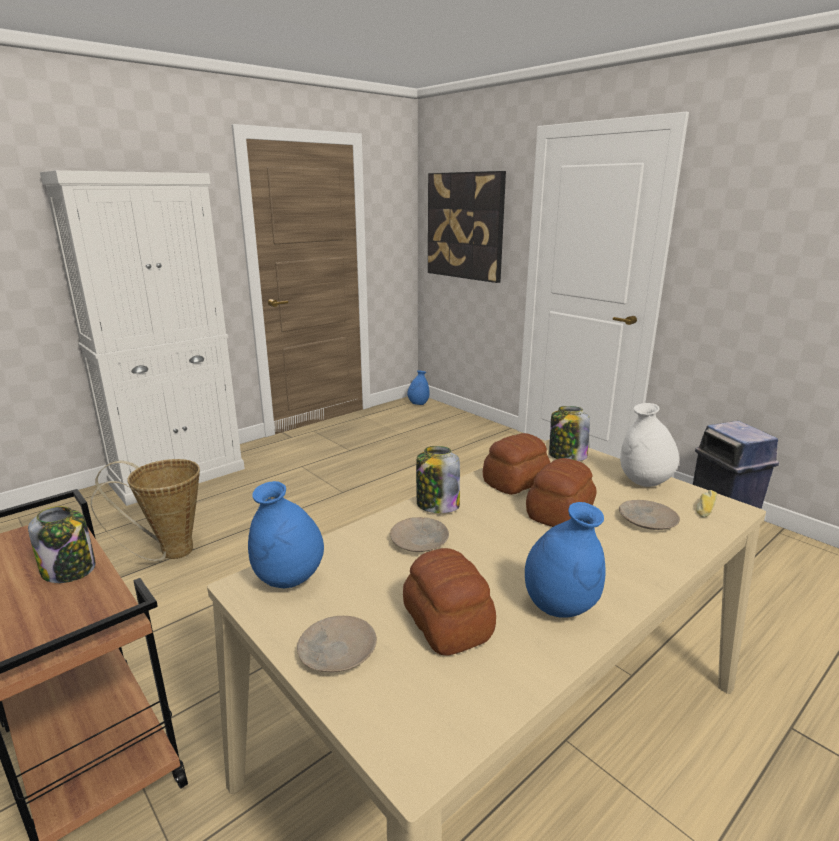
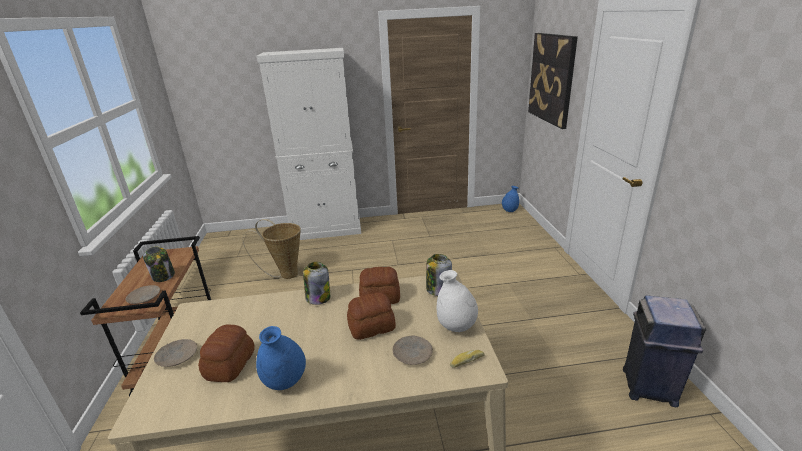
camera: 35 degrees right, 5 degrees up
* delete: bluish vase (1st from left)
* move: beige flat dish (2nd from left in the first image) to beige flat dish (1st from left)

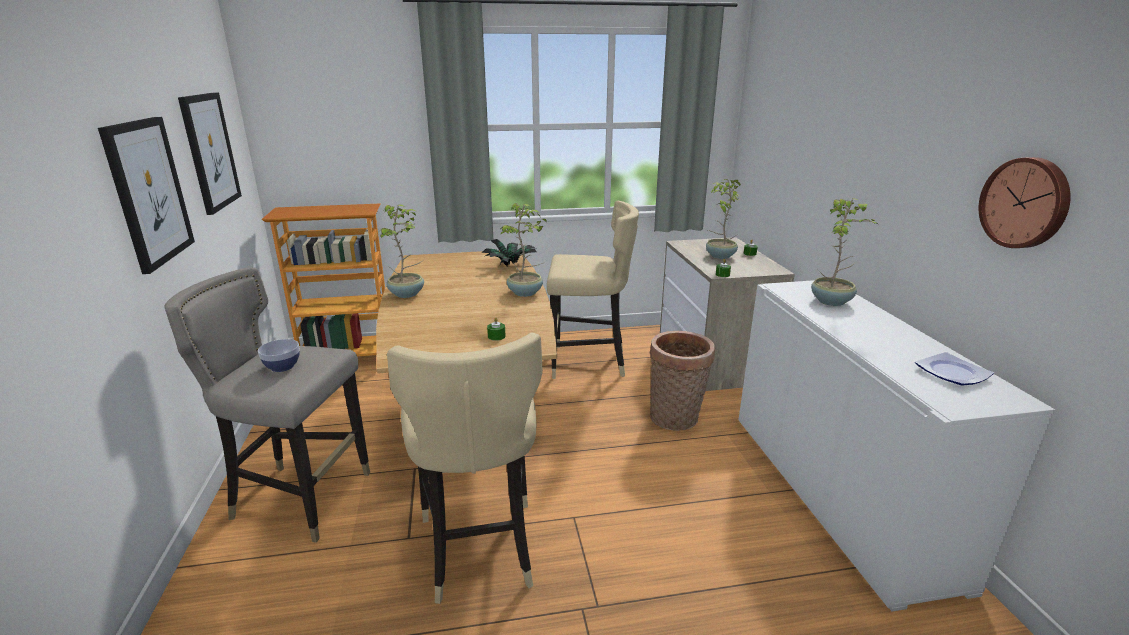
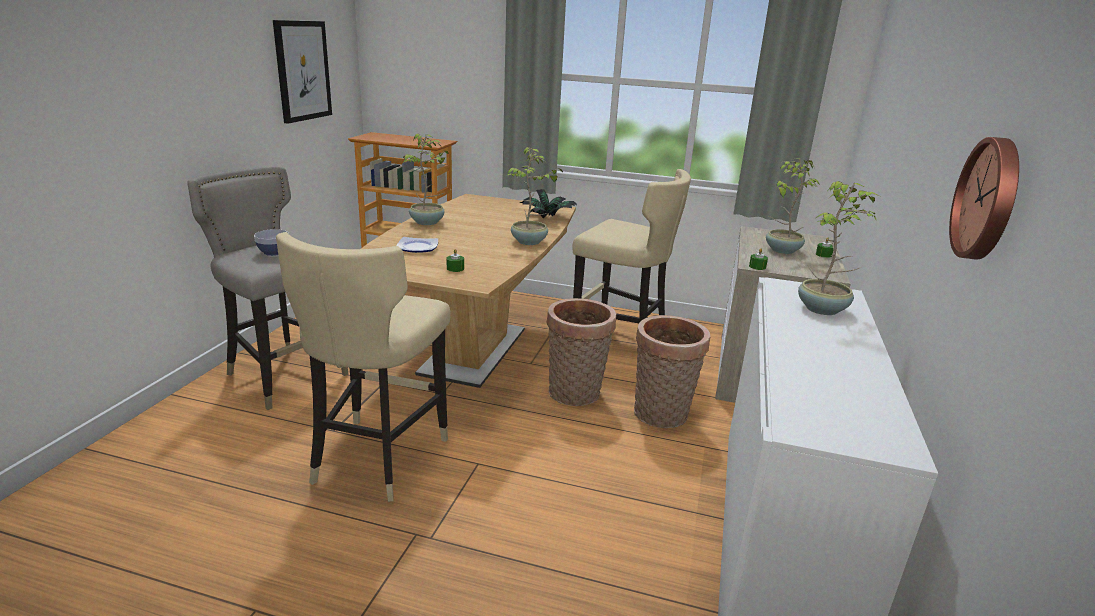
camera: 25 degrees right, 0 degrees up
* delete: wall picture (1st from left)
* move: flat dish
* insert: basket (1st from left)

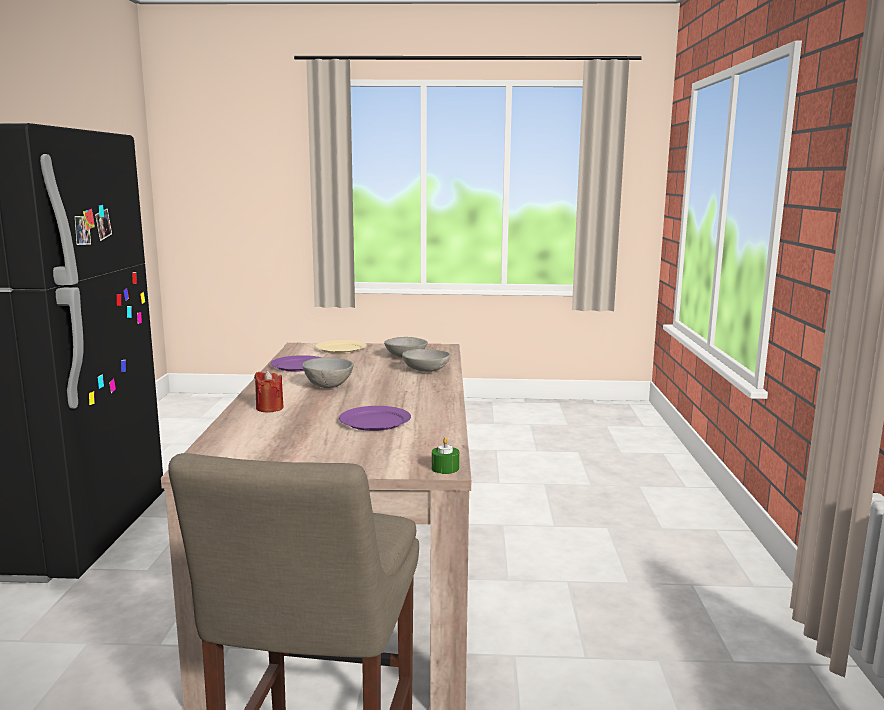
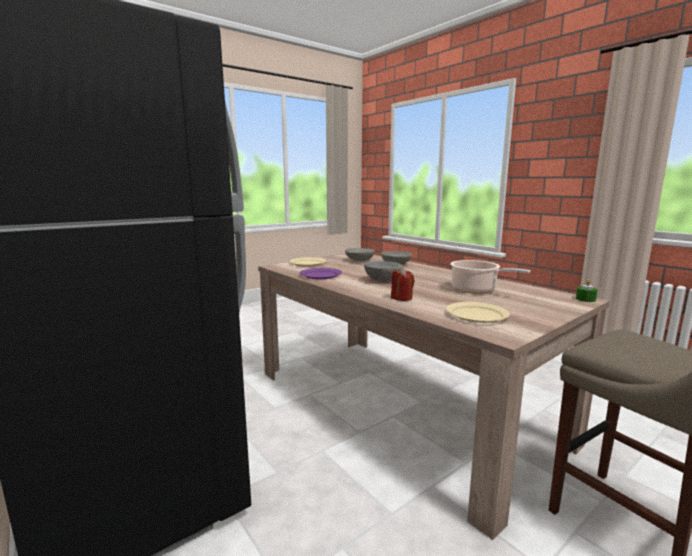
camera: 40 degrees left, 0 degrees up
* replace: purple flat dish (2nd from left) to cooking pot
* insert: beige flat dish (2nd from left)

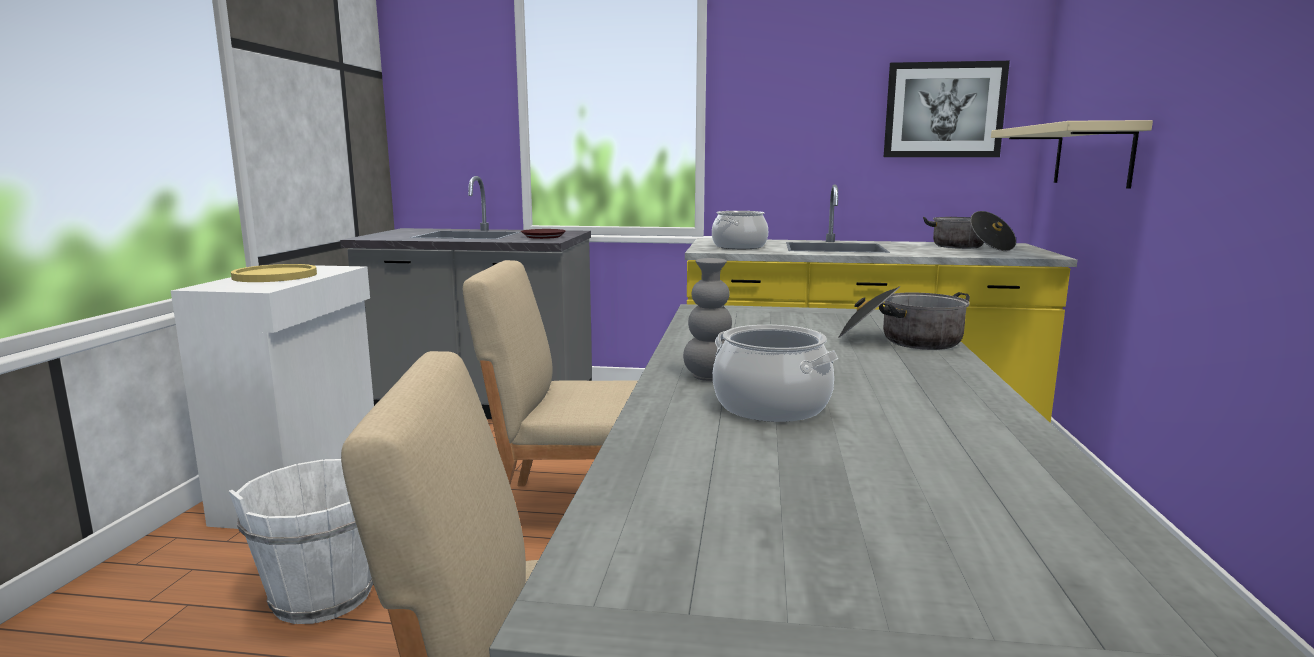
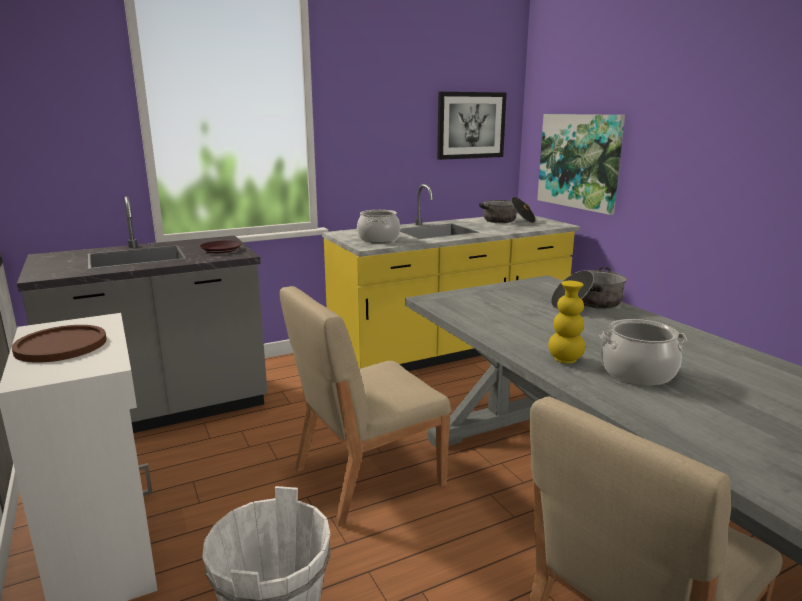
camera: 35 degrees left, 5 degrees up
* recolor: yellow-coloured flat dish to brown flat dish (1st from left)
* recolor: grey vase to yellow-coloured vase
* replace: beige wall shelf to wall picture (2nd from left)

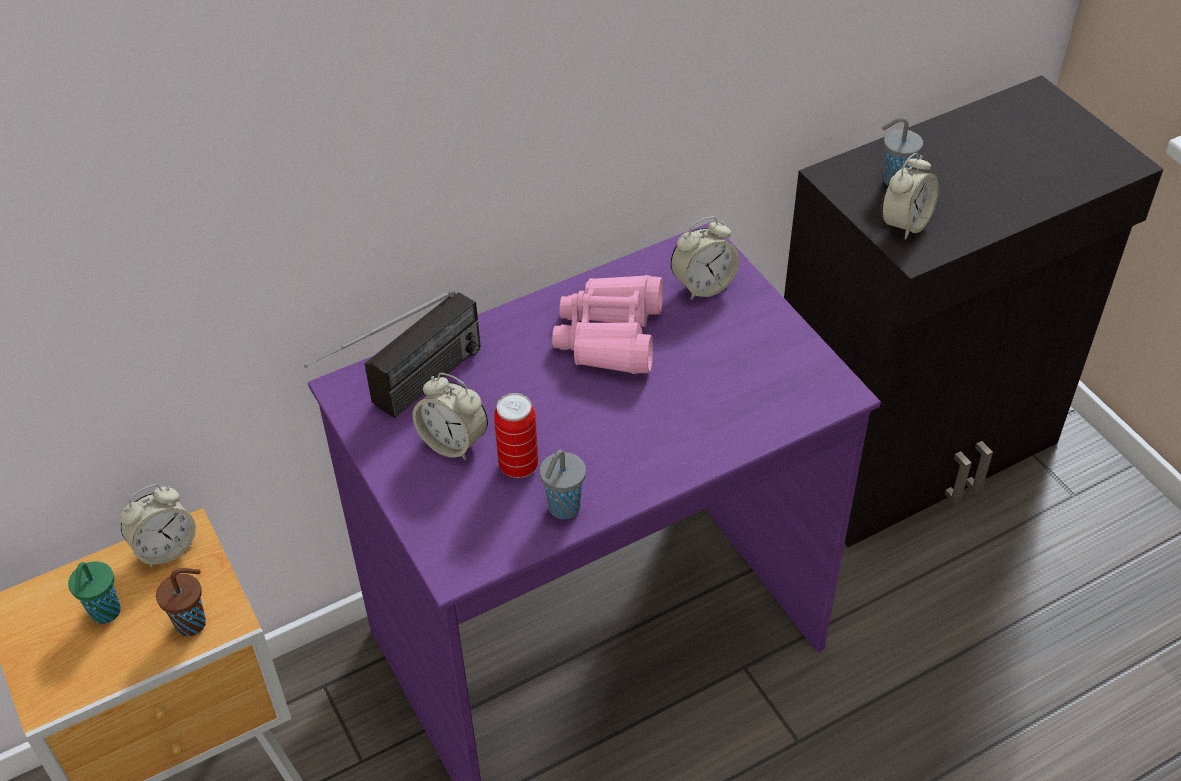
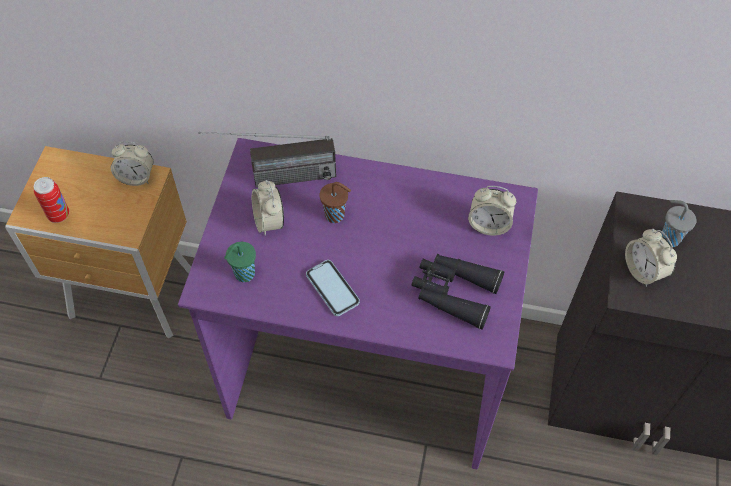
camera: 40 degrees right, 10 degrees up
* move: greenish cup
* move: brown cup
* move: metal can
* delete: grey cup (1st from left)
* delete: pink-coloured binoculars
* rotate: table clock (4th from left) 75 degrees clockwise
* insert: phone
* insert: blackish binoculars

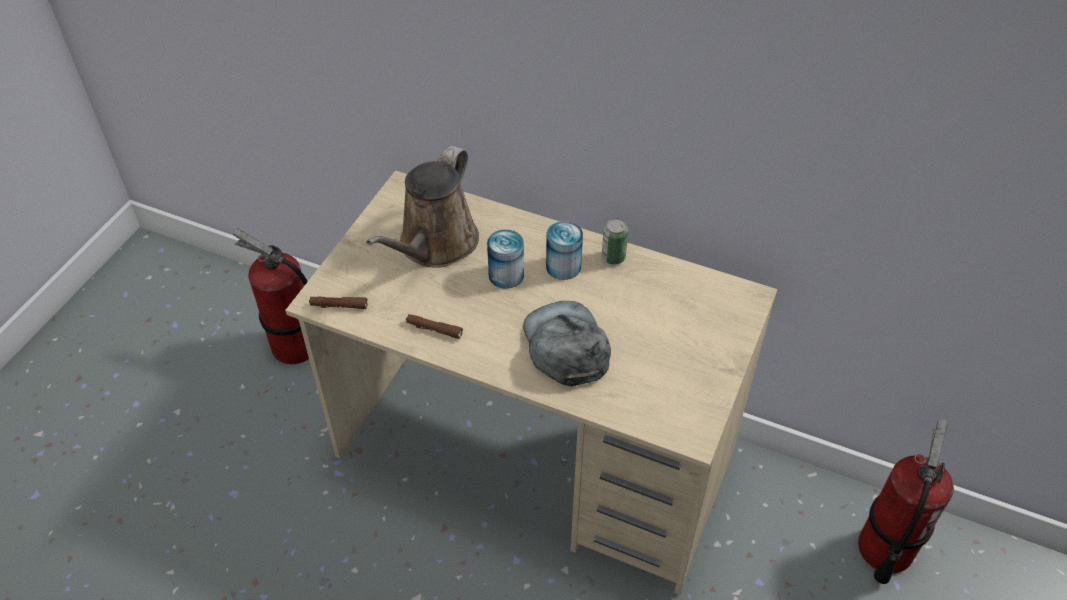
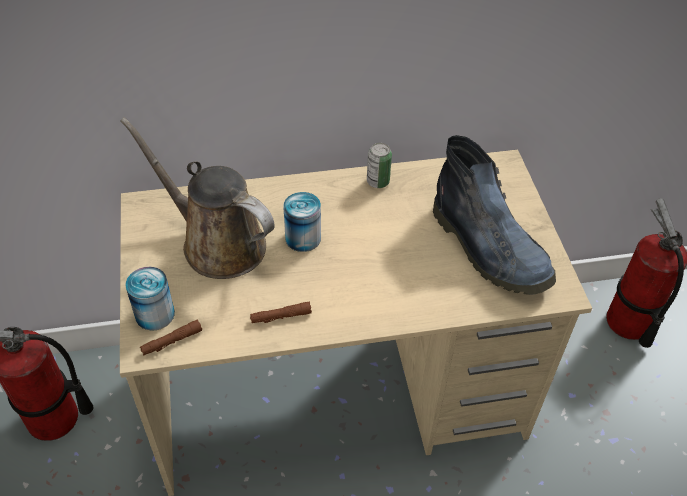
camera: 35 degrees left, 0 degrees up
* rotate: brown watering can 135 degrees clockwise
* delete: grey baseball cap
* move: metal can (2nd from left in the first image) to metal can (1st from left)
* insert: boot

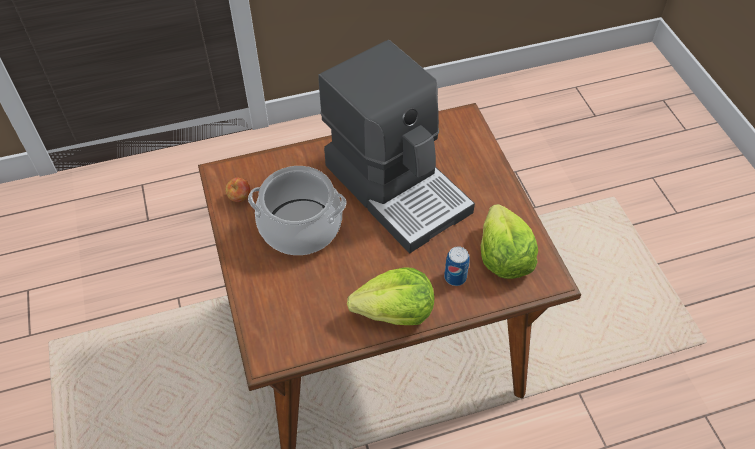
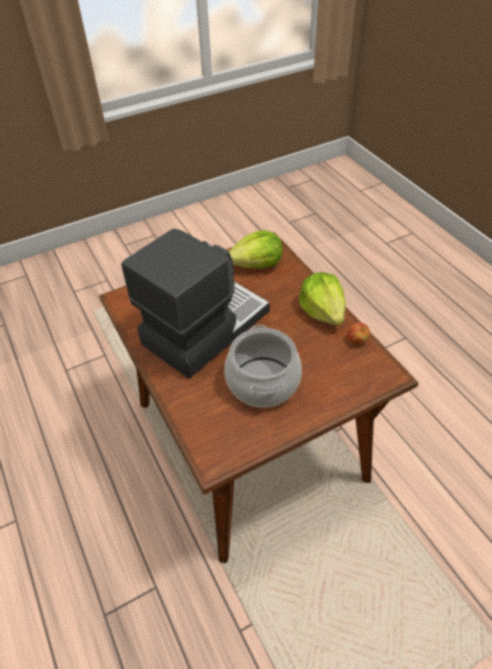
camera: 100 degrees left, 5 degrees down
* move: apple
* delete: metal can

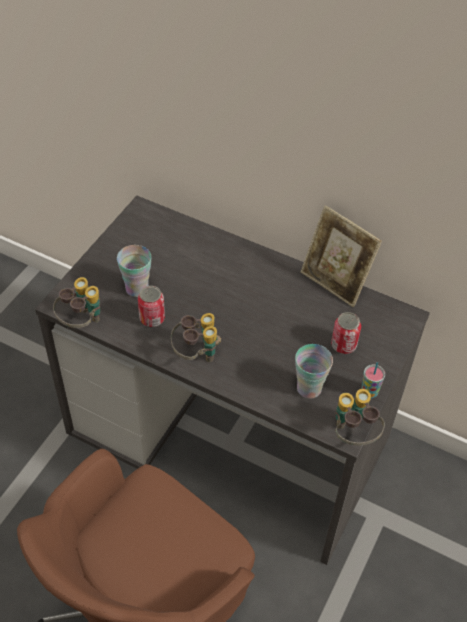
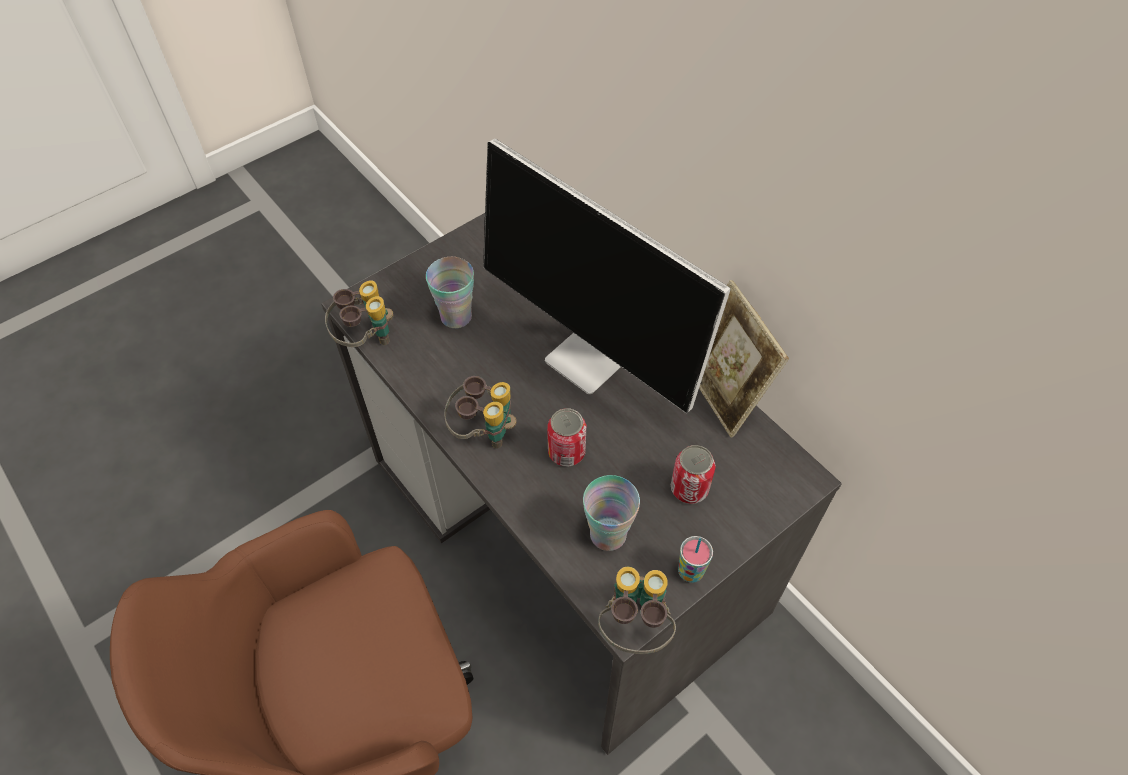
camera: 25 degrees right, 5 degrees up
* move: metal can (1st from left)
* insert: monitor

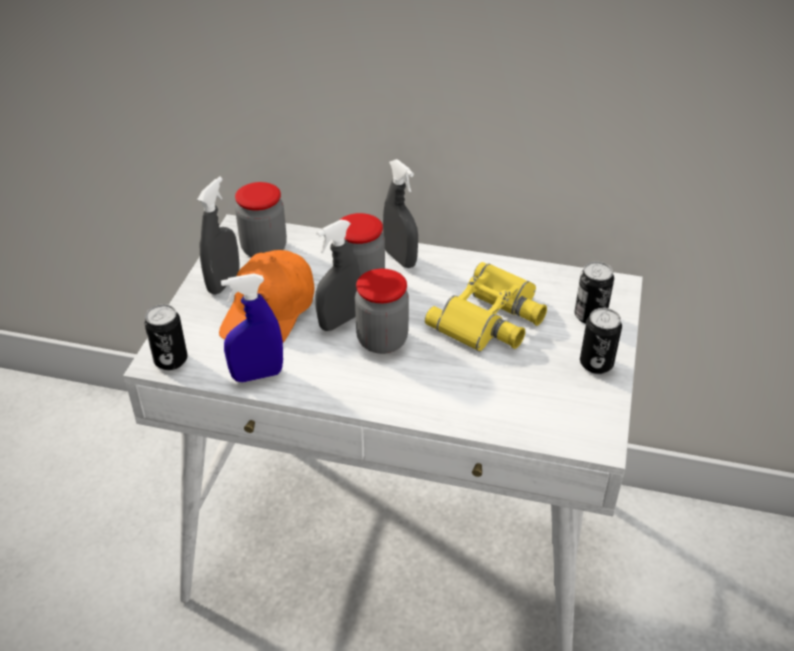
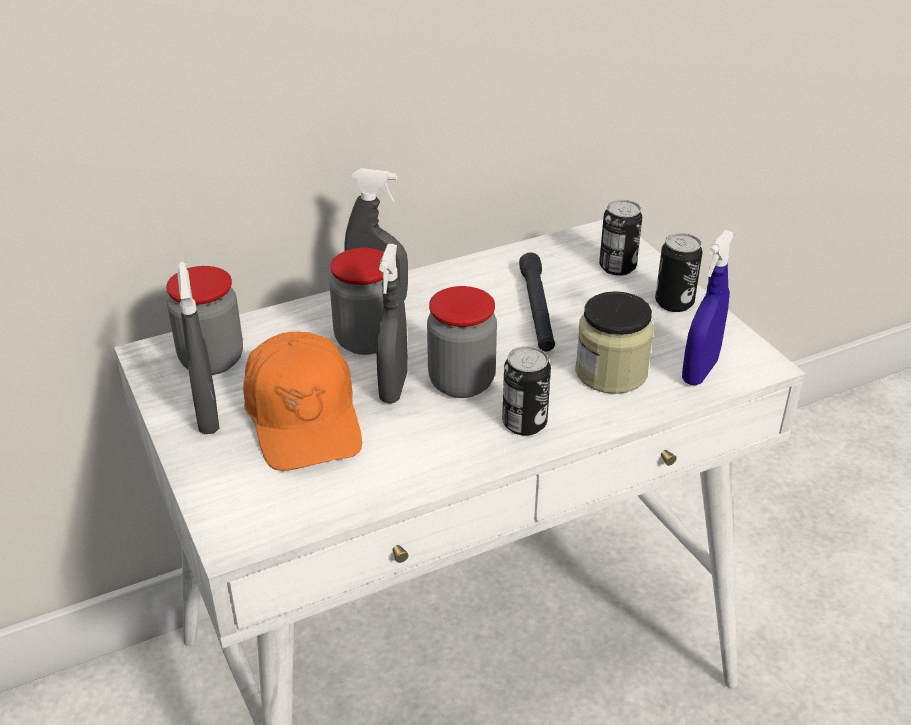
camera: 40 degrees left, 5 degrees down
* move: metal can (1st from left)
* move: bluish spray bottle
* replace: yellow-coloured binoculars to blackish flashlight
* insert: storage jar (4th from left)

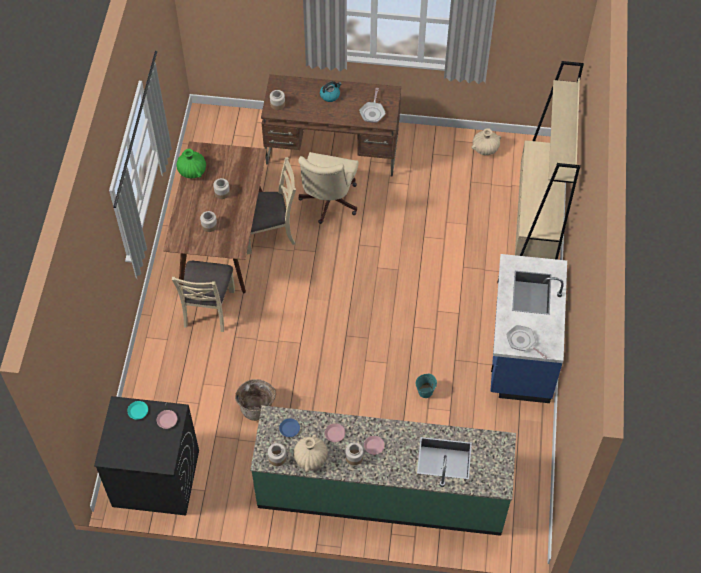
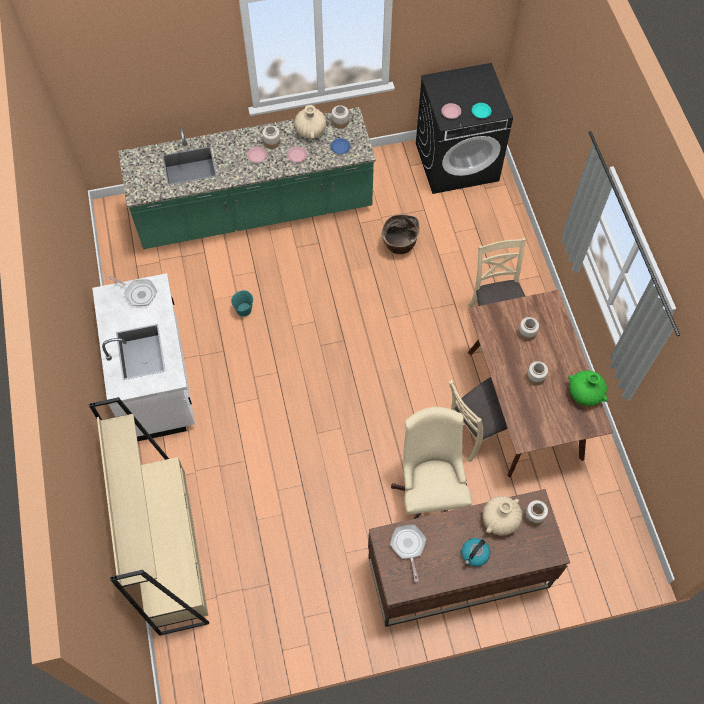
camera: 160 degrees right, 5 degrees up
* move: beige vase (2nd from left)
* recolor: bluish kitchen counter to white kitchen counter

